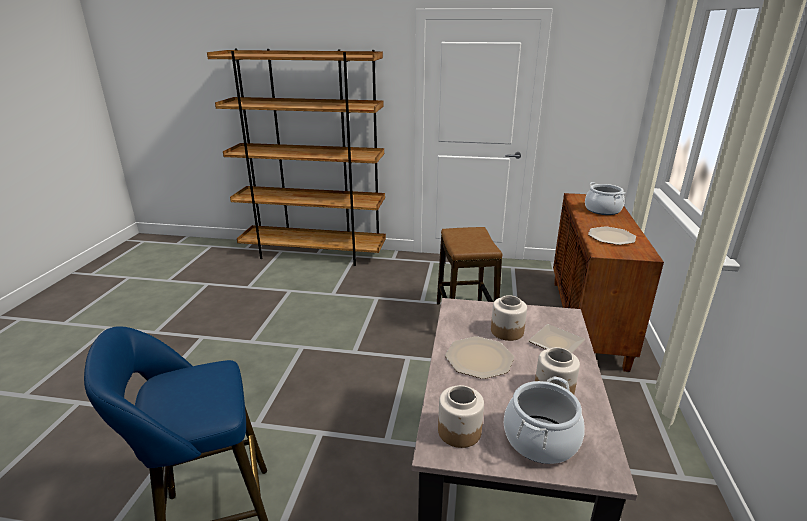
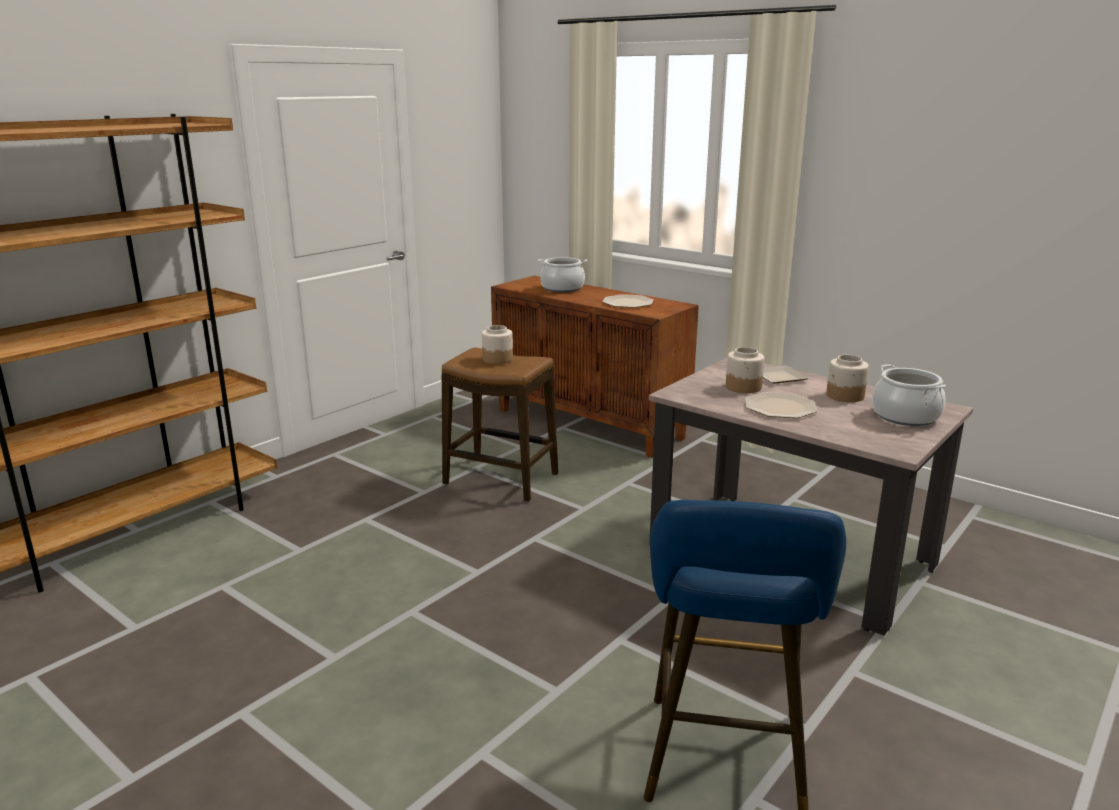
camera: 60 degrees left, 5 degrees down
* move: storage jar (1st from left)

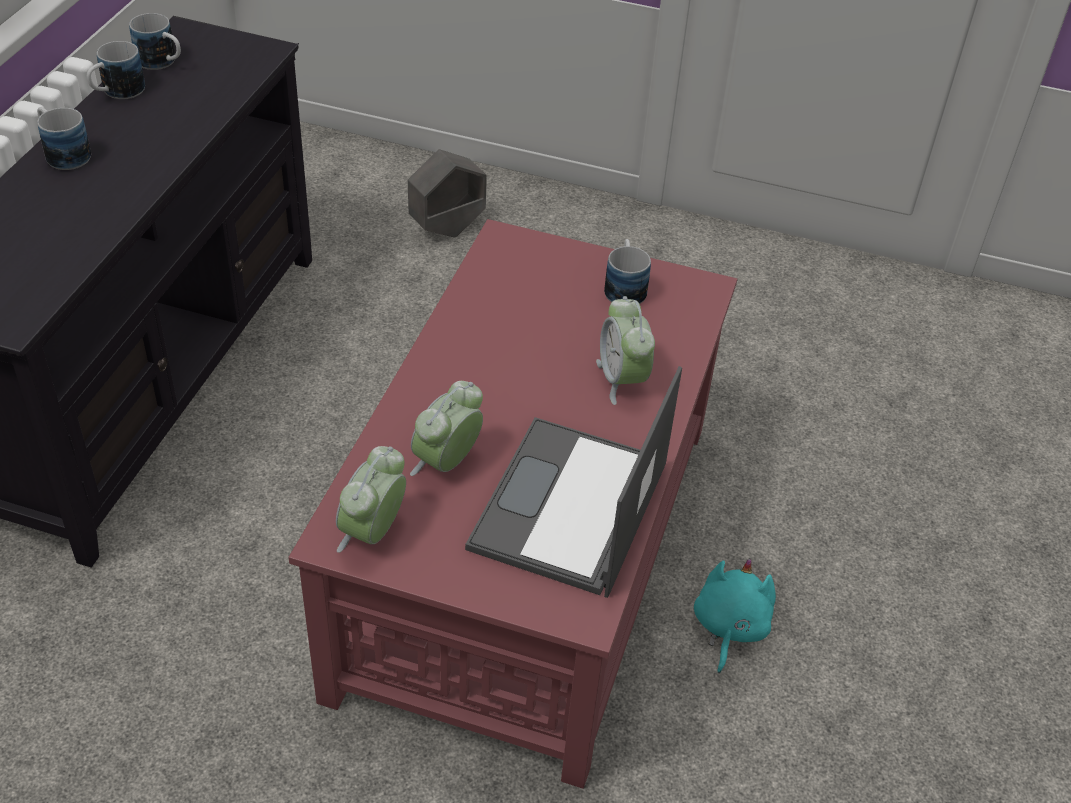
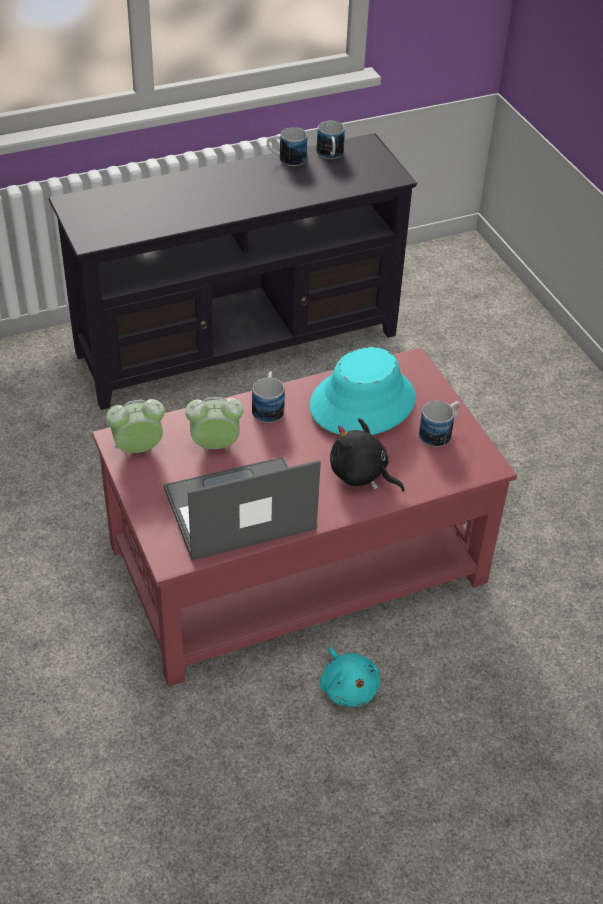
camera: 50 degrees right, 0 degrees up
* move: tea mug (1st from left)
* delete: grey flower pot
* replace: table clock (3rd from left) to blackish cuddly toy
* rotate: blue-green cuddly toy 90 degrees clockwise
* insert: blue-green clothing hat

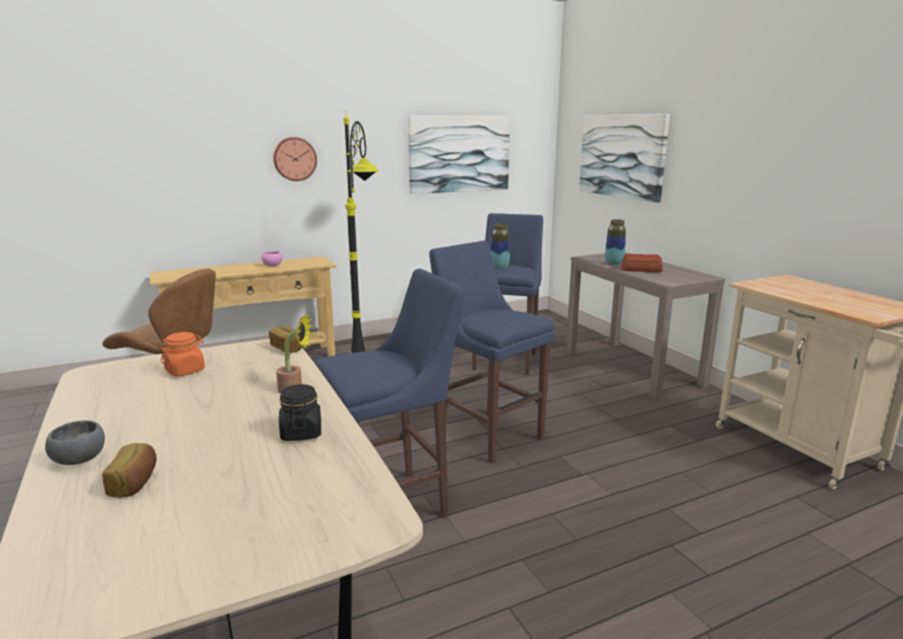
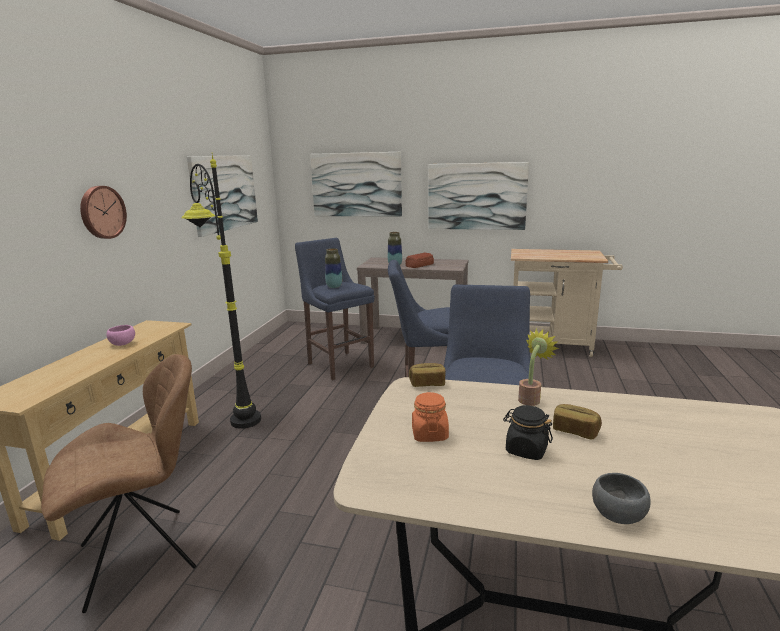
camera: 50 degrees left, 0 degrees up
* move: bread (1st from left in the first image) to bread (3rd from left)
* move: blackish storage jar
* insert: wall picture (3rd from left)

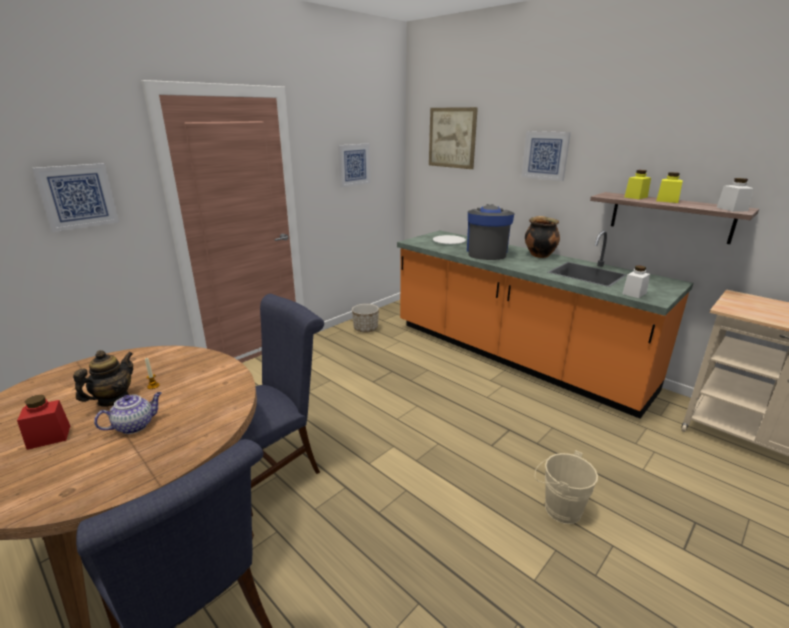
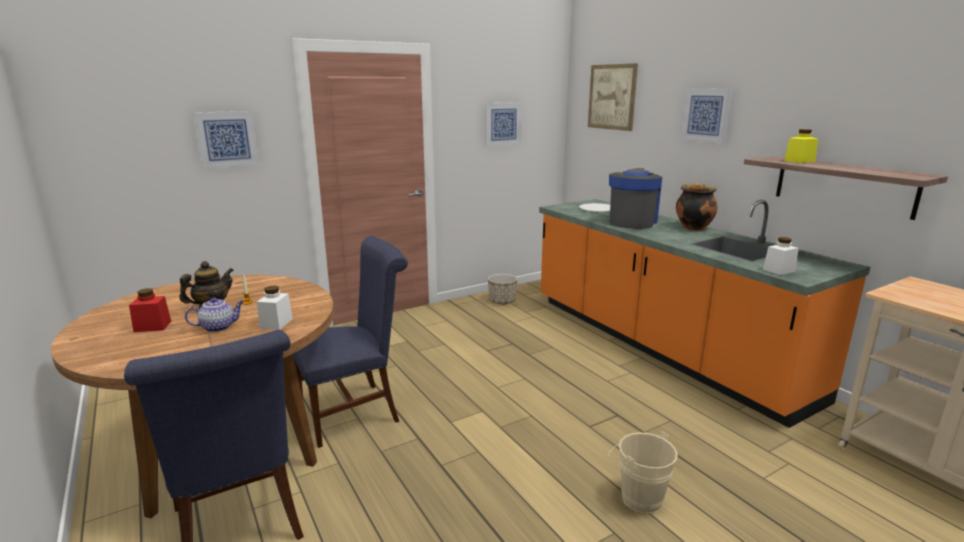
camera: 15 degrees right, 5 degrees down
* delete: yellow-coloured storage jar (2nd from left)
* move: white storage jar (2nd from left in the first image) to white storage jar (1st from left)

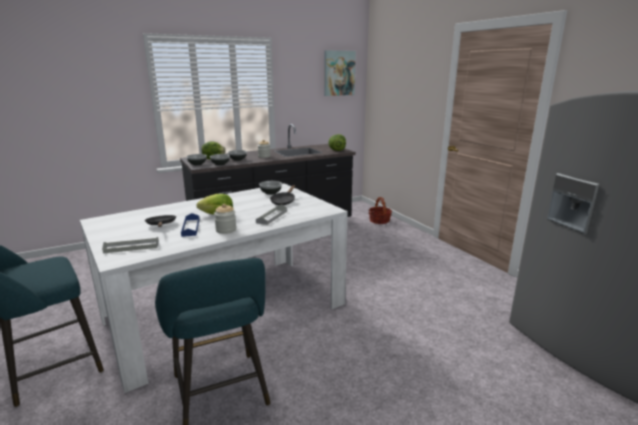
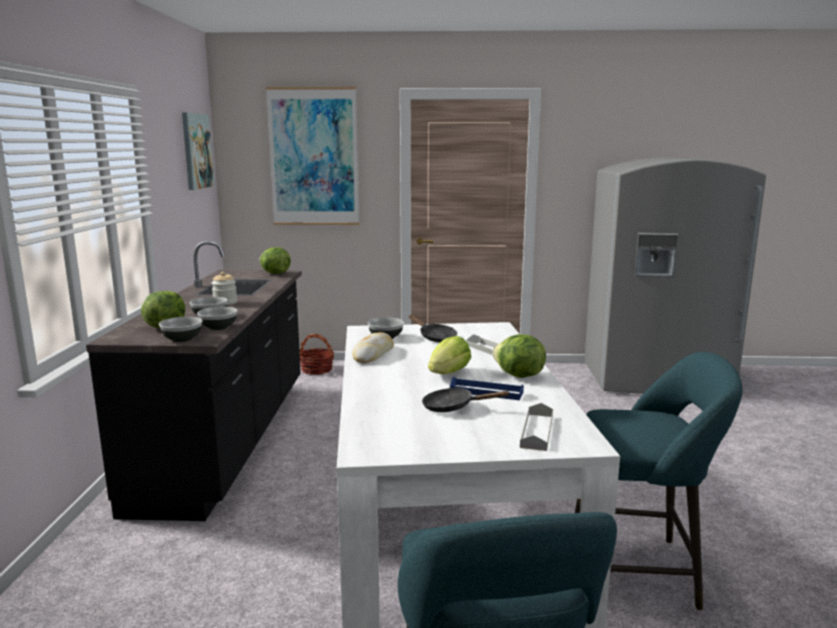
camera: 60 degrees left, 5 degrees down
* replace: storage jar (1st from left) to lettuce head (4th from left)
* insert: wall picture (2nd from left)
* insert: bread

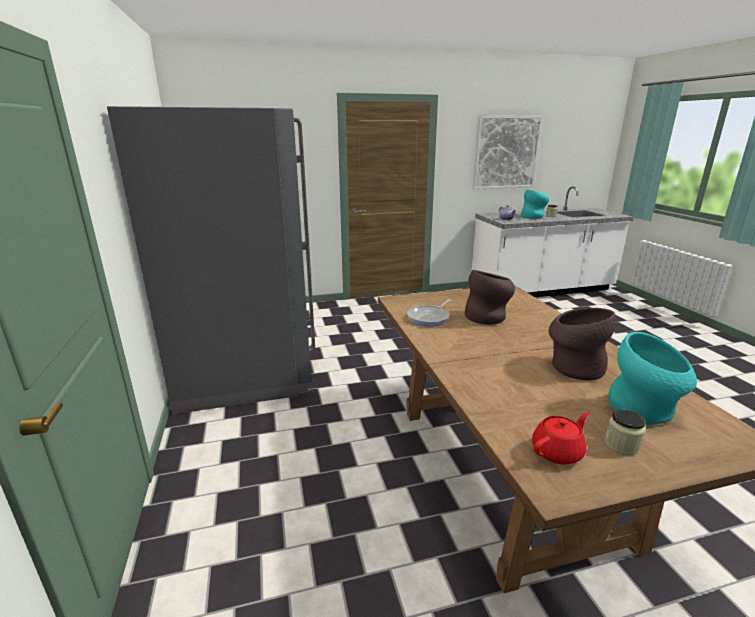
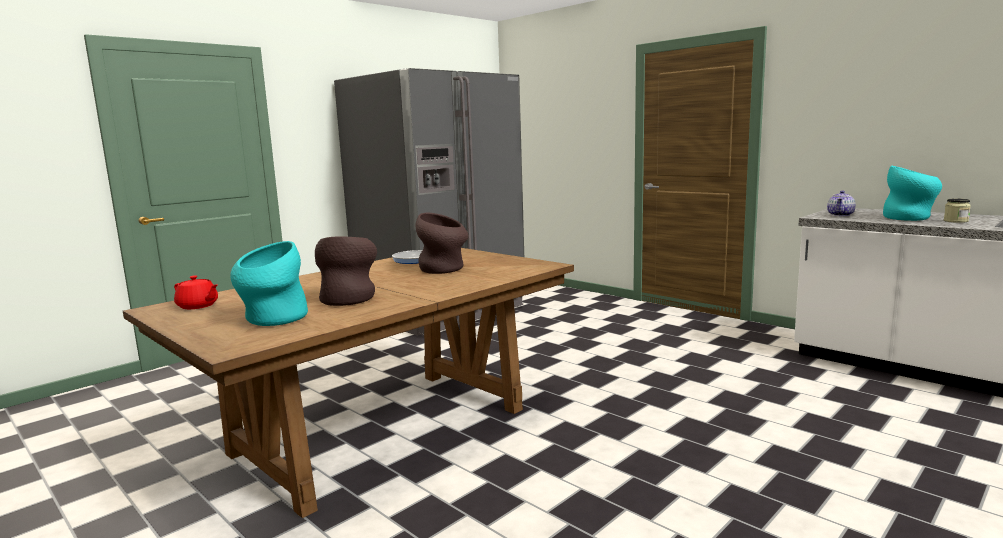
camera: 60 degrees right, 10 degrees down
* delete: wall picture
* delete: storage jar (2nd from left)

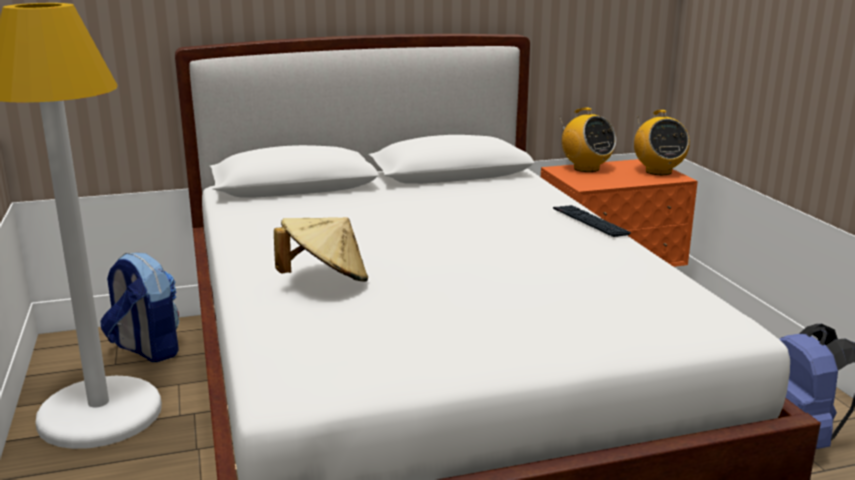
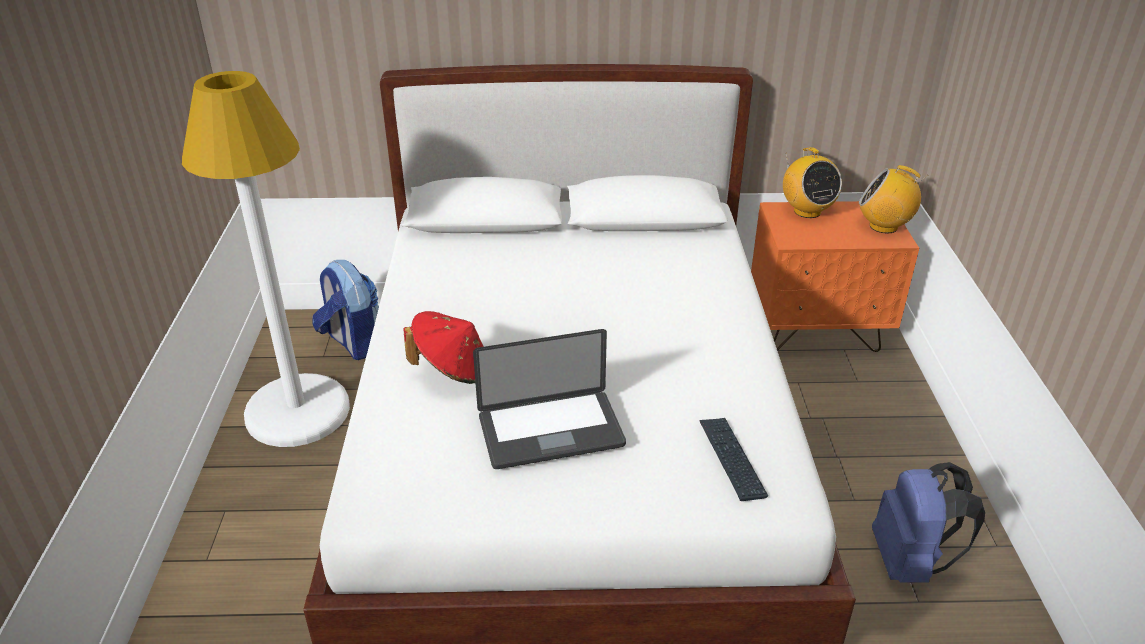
camera: 15 degrees right, 15 degrees up
* recolor: beige clothing hat to reddish clothing hat
* move: computer keyboard
* rotate: radio (2nd from left) 105 degrees clockwise
* insert: notebook computer

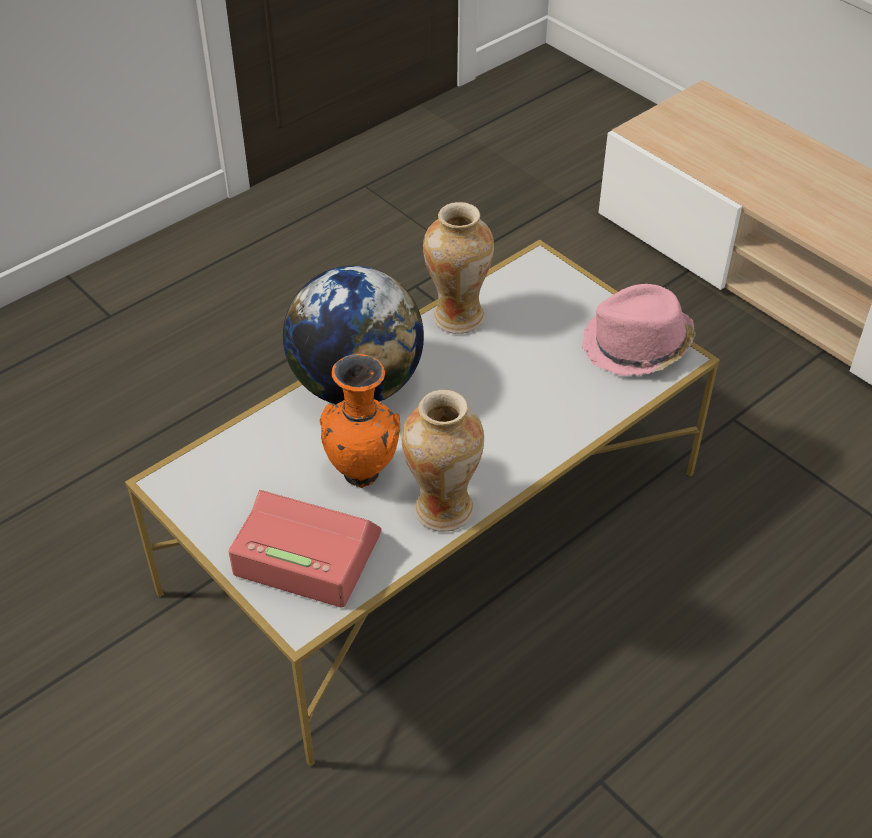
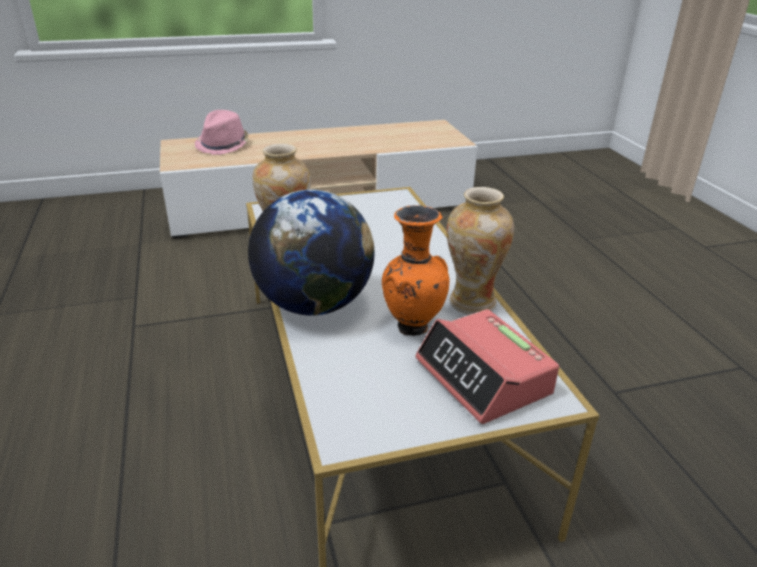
camera: 65 degrees left, 15 degrees down
* rotate: table clock 75 degrees counterclockwise
* move: pink-coloured clothing hat

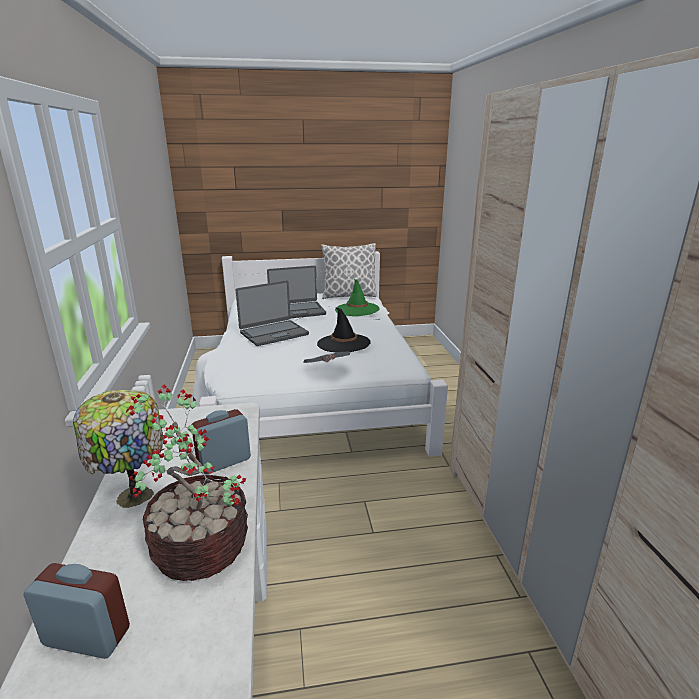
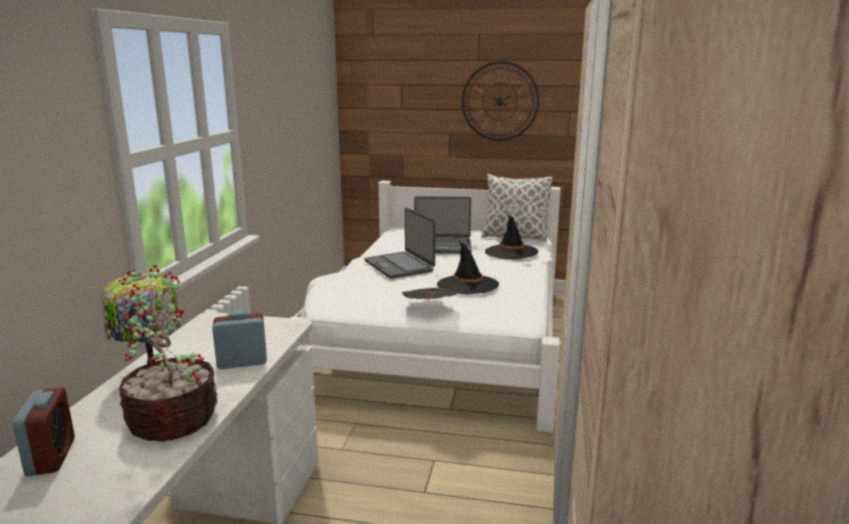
camera: 20 degrees right, 5 degrees down
* rotate: table clock (1st from left) 45 degrees clockwise
* rotate: notebook computer (1st from left) 75 degrees clockwise
* recolor: greenish clothing hat to blackish clothing hat (2nd from left)
* insert: hanging clock

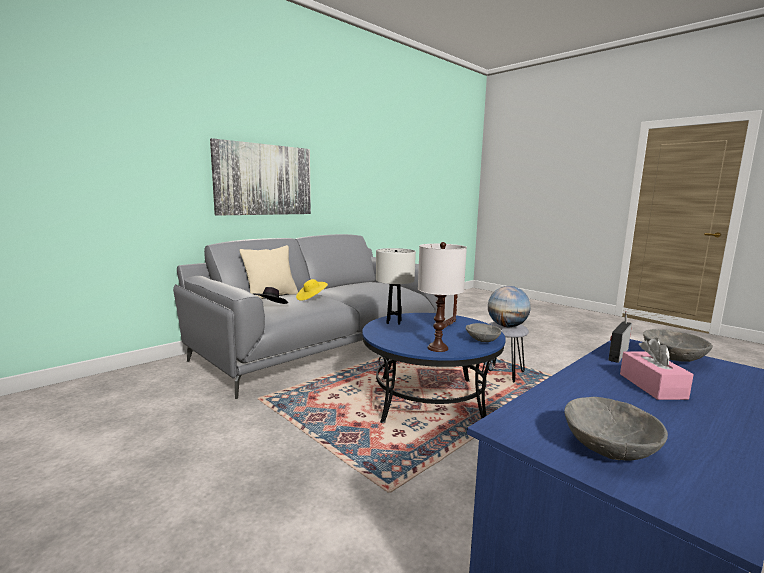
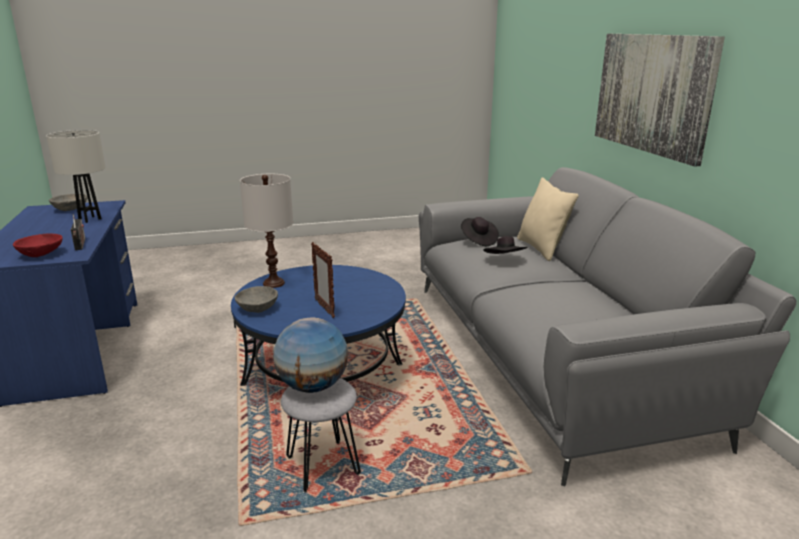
camera: 120 degrees right, 10 degrees up
* recolor: yellow-coloured clothing hat to blackish clothing hat (2nd from left)
* move: white lamp for a table (1st from left)
* delete: pink-coloured tissue holder
* recolor: grey bowl (3rd from left) to reddish bowl

